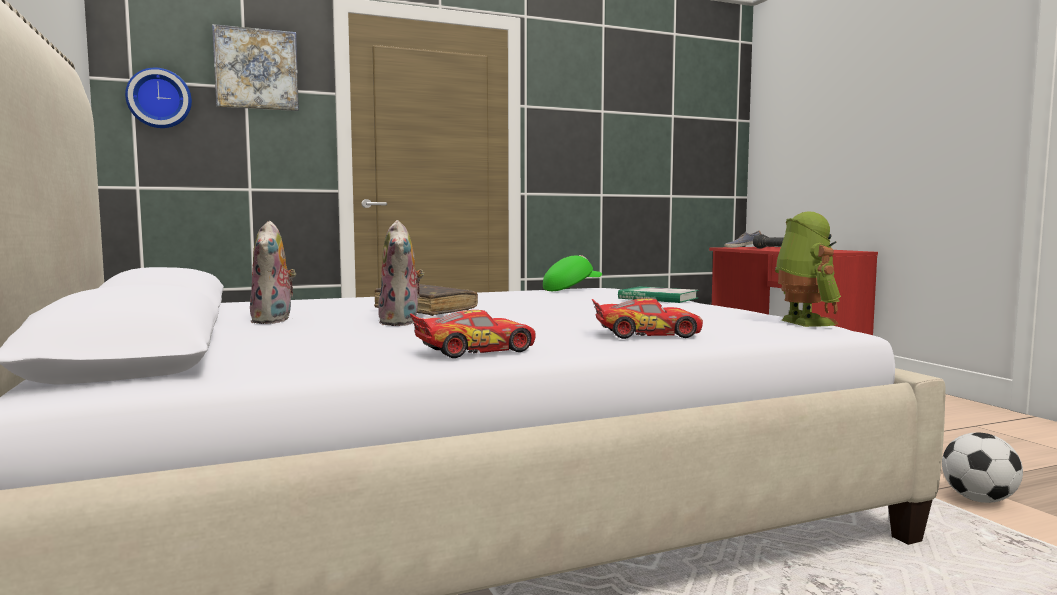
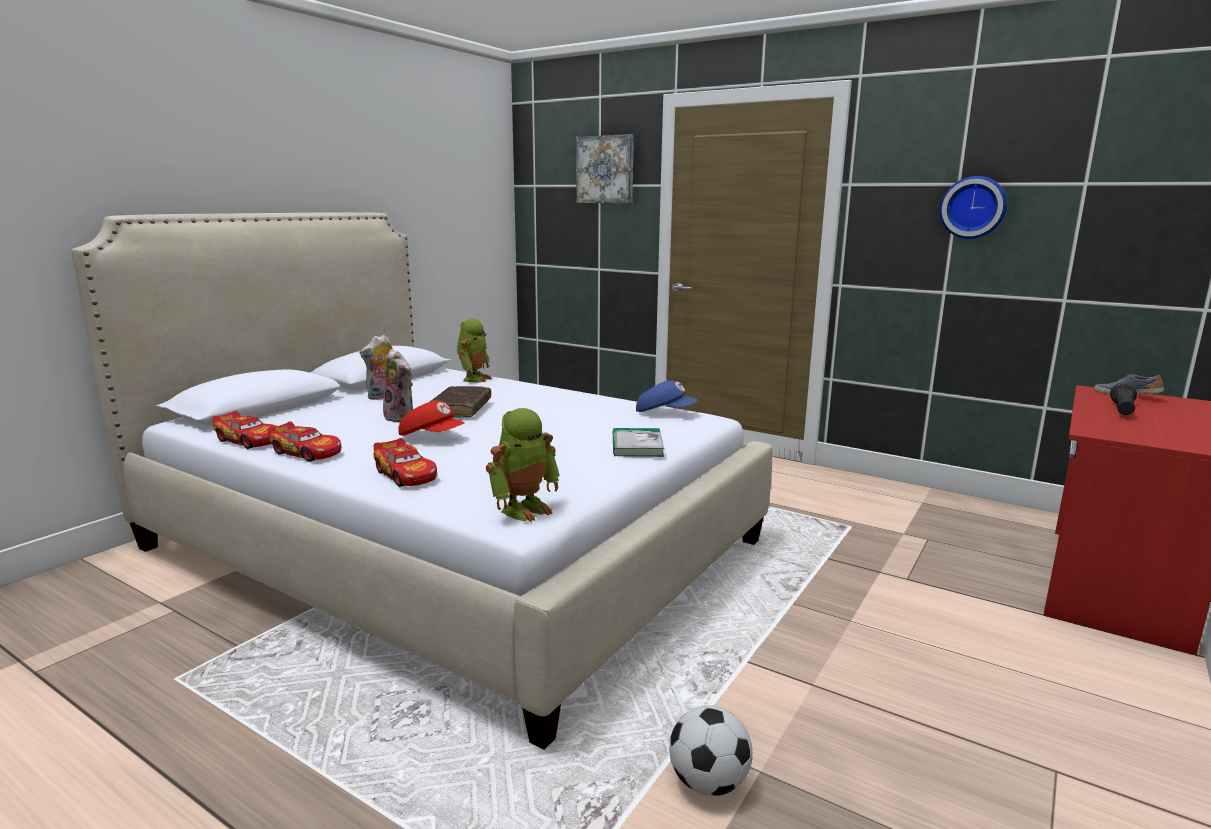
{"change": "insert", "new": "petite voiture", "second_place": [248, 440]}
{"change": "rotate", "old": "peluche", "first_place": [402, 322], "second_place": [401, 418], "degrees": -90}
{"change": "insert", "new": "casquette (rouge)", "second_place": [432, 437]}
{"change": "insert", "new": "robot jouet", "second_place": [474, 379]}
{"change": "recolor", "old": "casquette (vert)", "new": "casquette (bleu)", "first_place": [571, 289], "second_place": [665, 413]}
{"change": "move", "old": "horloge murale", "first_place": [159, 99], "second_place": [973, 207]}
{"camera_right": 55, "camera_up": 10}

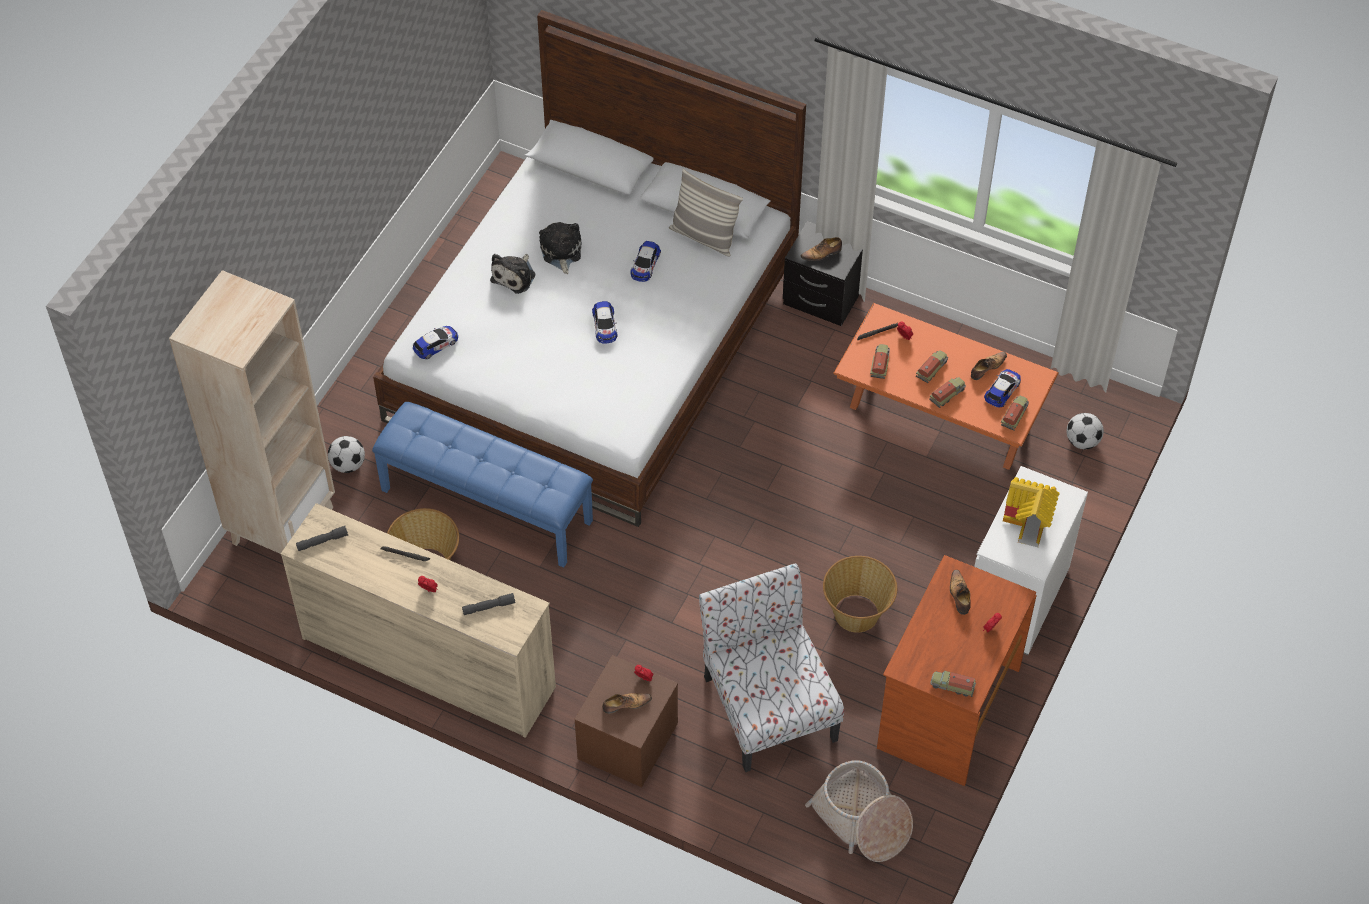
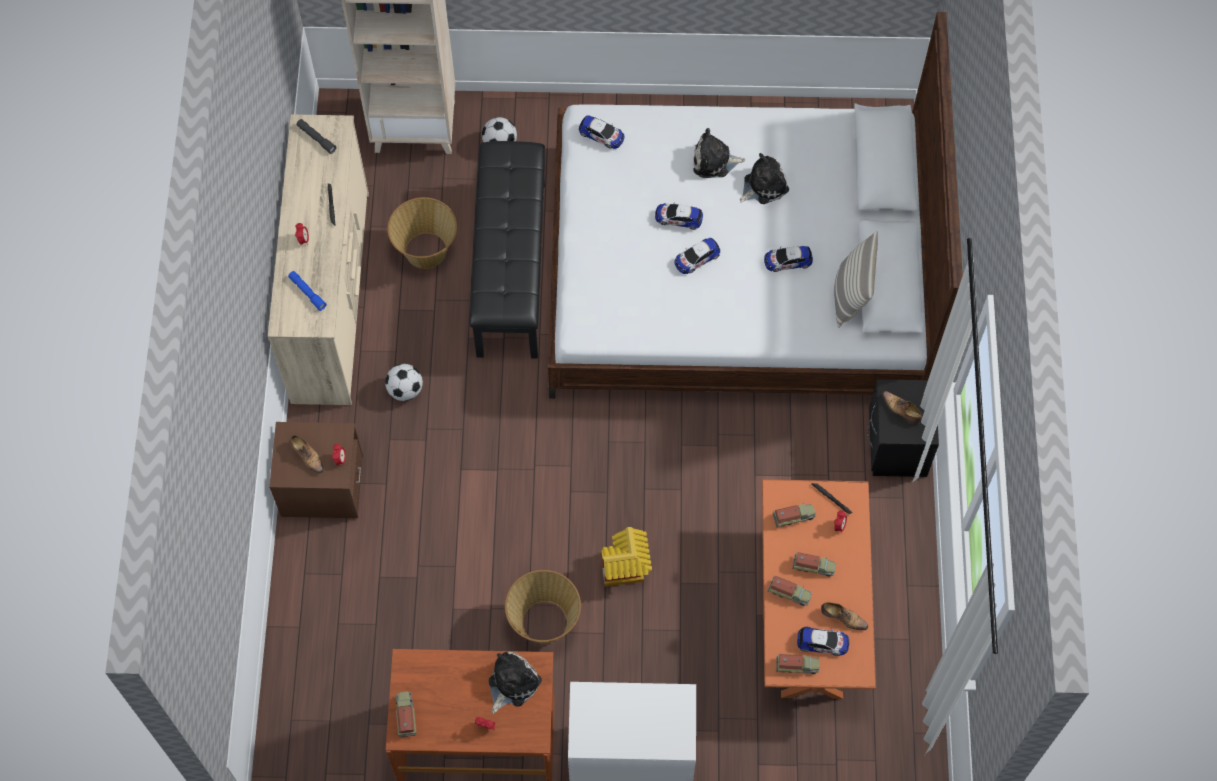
{"change": "recolor", "old": "lampe de poche (gris)", "new": "lampe de poche (bleu)", "first_place": [489, 607], "second_place": [307, 292]}
{"change": "move", "old": "ballon de foot", "first_place": [1082, 441], "second_place": [405, 390]}
{"change": "recolor", "old": "banc (bleu)", "new": "banc (noir)", "first_place": [487, 505], "second_place": [512, 268]}
{"change": "replace", "old": "chaussure", "new": "peluche", "first_place": [959, 595], "second_place": [512, 683]}
{"change": "move", "old": "maison miniature", "first_place": [1029, 524], "second_place": [626, 570]}
{"change": "insert", "new": "petite voiture", "second_place": [678, 218]}
{"change": "delete", "old": "chaise", "first_place": [768, 705]}
{"change": "delete", "old": "panier", "first_place": [862, 819]}
{"camera_right": 65, "camera_up": 10}

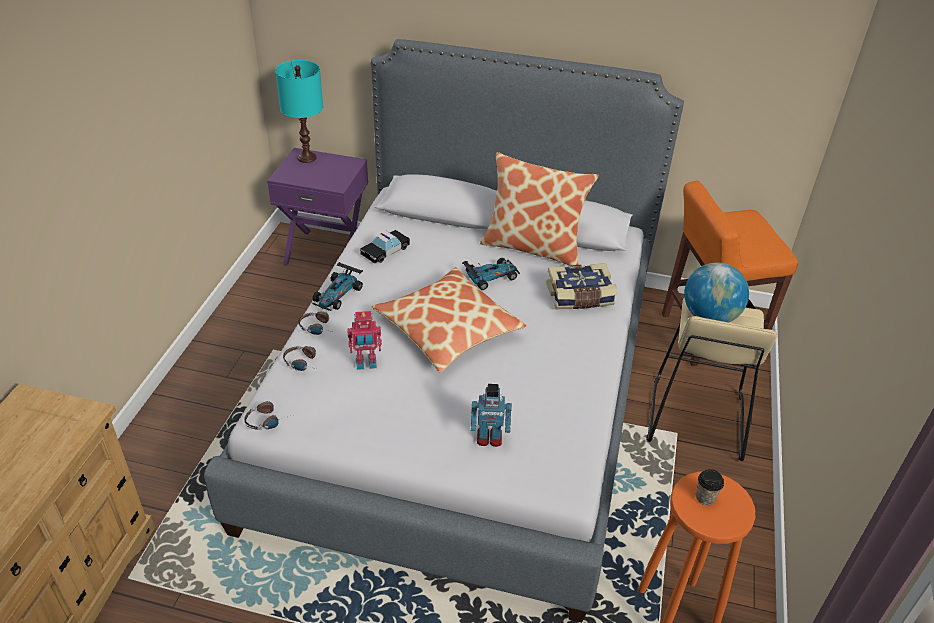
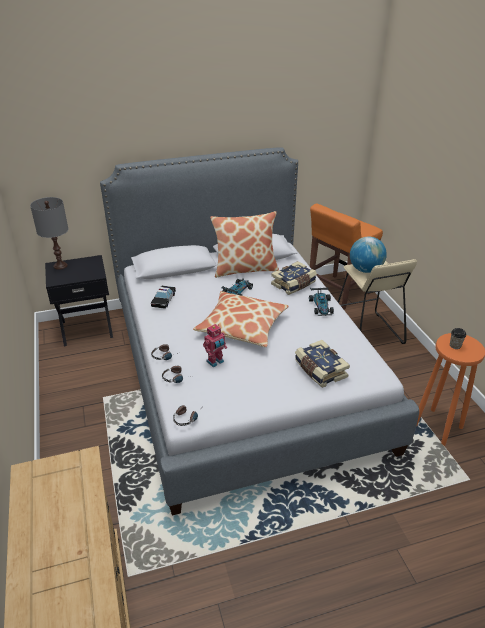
{"change": "recolor", "old": "lampe de table (turquoise)", "new": "lampe de table (gris)", "first_place": [306, 158], "second_place": [60, 266]}
{"change": "recolor", "old": "table de chevet (violet)", "new": "table de chevet (noir)", "first_place": [326, 252], "second_place": [87, 328]}
{"change": "replace", "old": "robot jouet", "new": "livre", "first_place": [489, 438], "second_place": [319, 370]}
{"change": "move", "old": "petite voiture", "first_place": [338, 294], "second_place": [321, 306]}
{"camera_right": -30, "camera_up": -5}

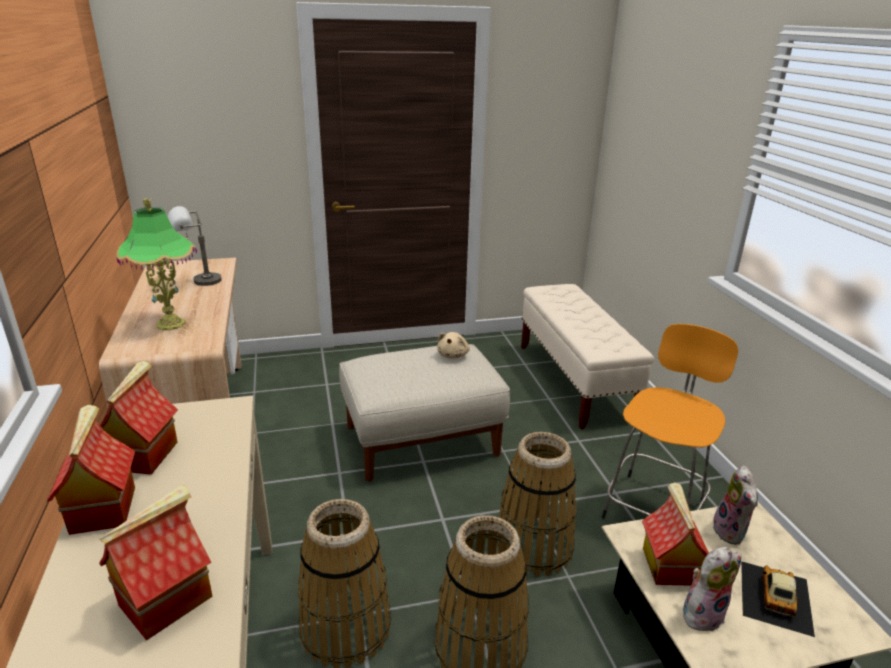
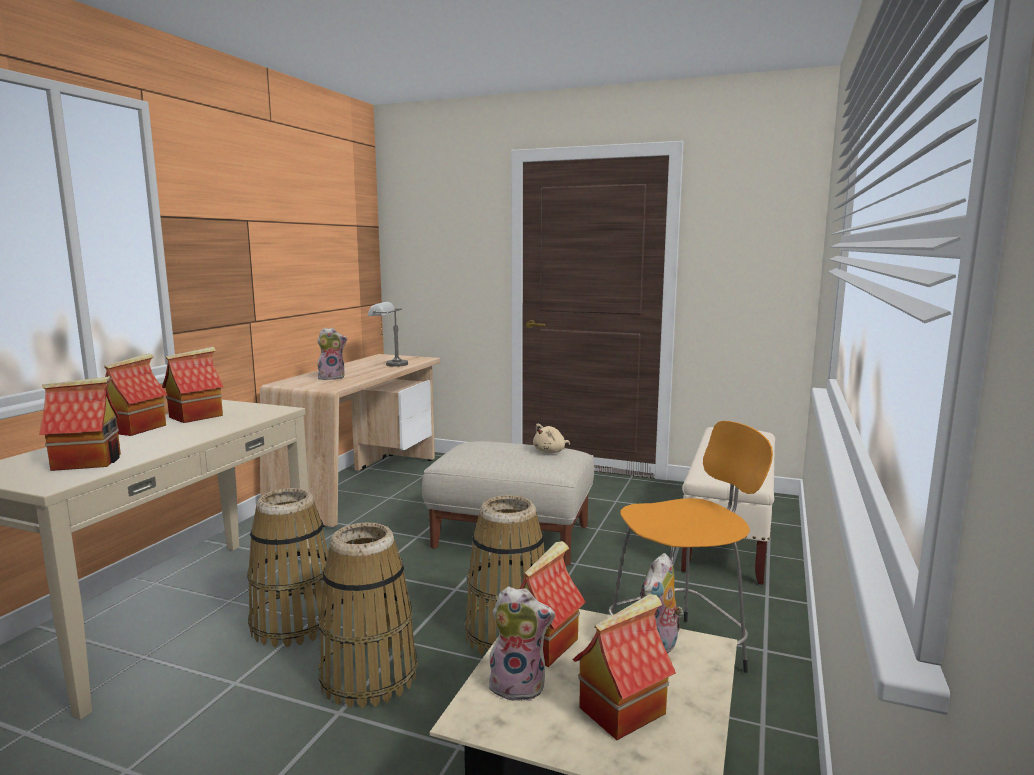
{"change": "replace", "old": "lampe de table", "new": "peluche", "first_place": [171, 324], "second_place": [332, 377]}
{"change": "replace", "old": "petite voiture", "new": "maison miniature", "first_place": [775, 597], "second_place": [622, 709]}
{"camera_right": 35, "camera_up": -15}

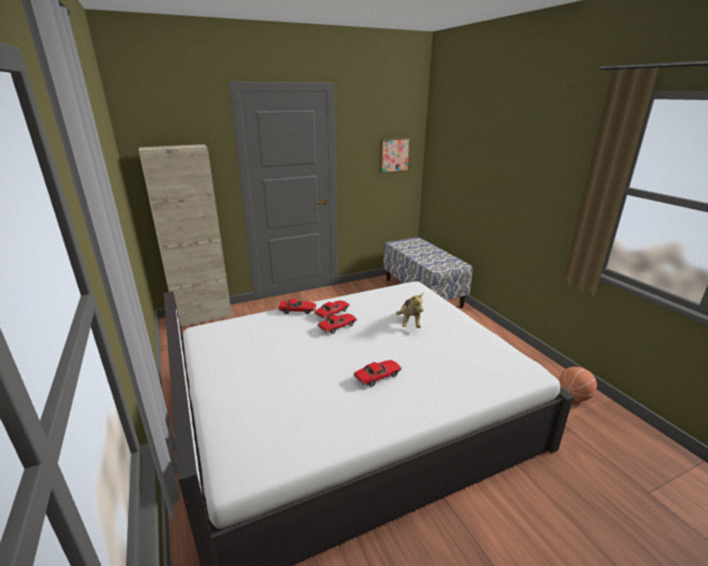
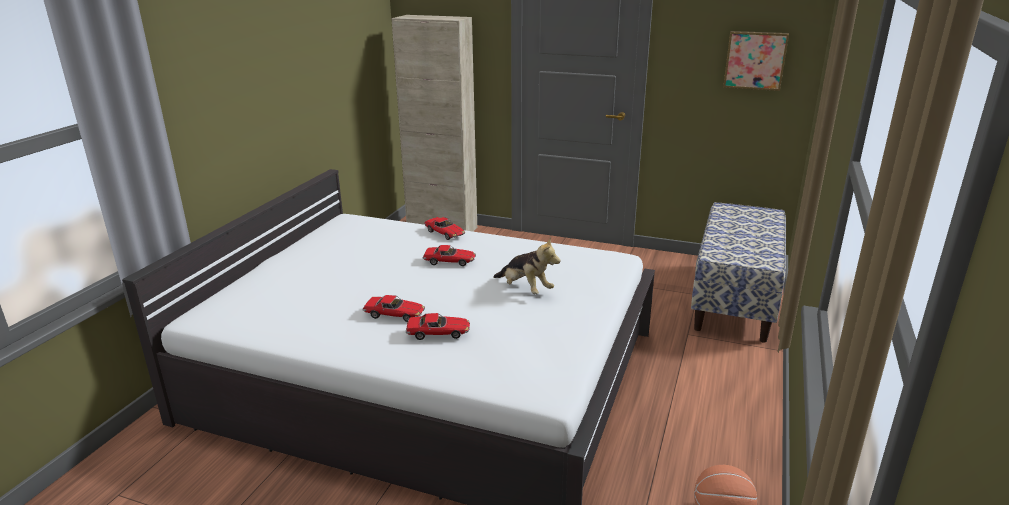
{"change": "move", "old": "petite voiture", "first_place": [332, 313], "second_place": [438, 333]}
{"change": "rotate", "old": "peluche", "first_place": [409, 323], "second_place": [525, 289], "degrees": -90}
{"camera_right": 45, "camera_up": 0}

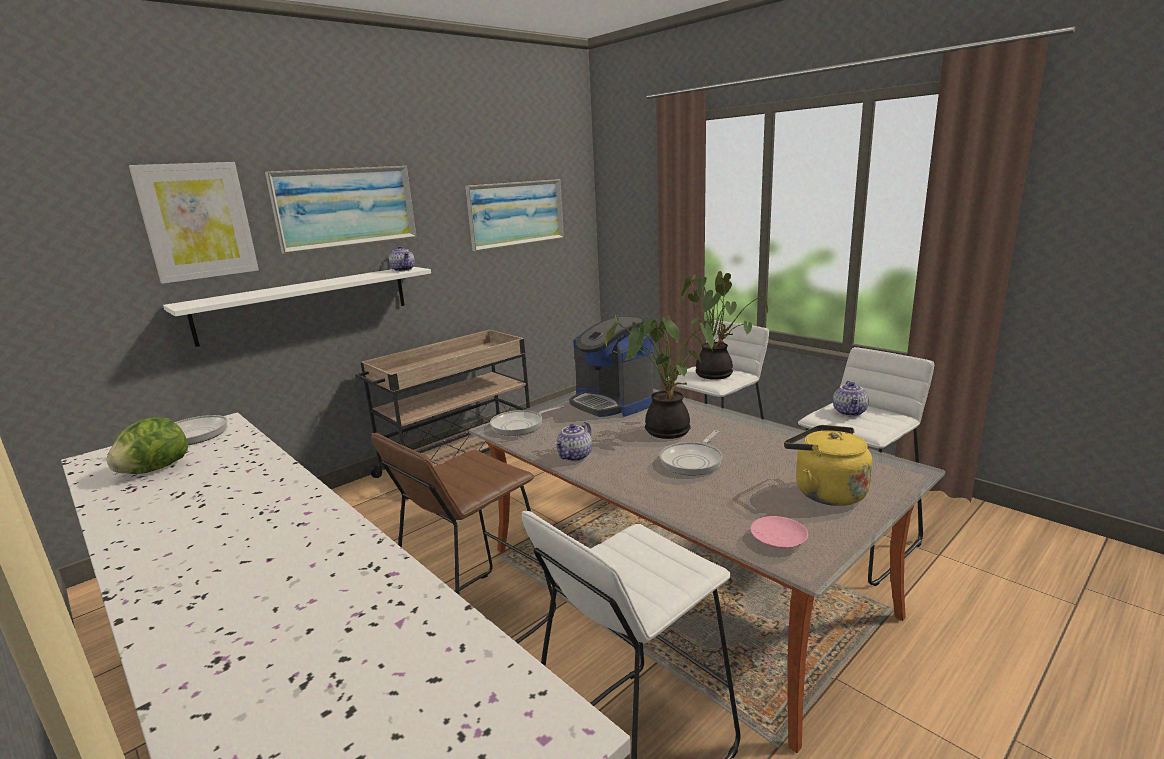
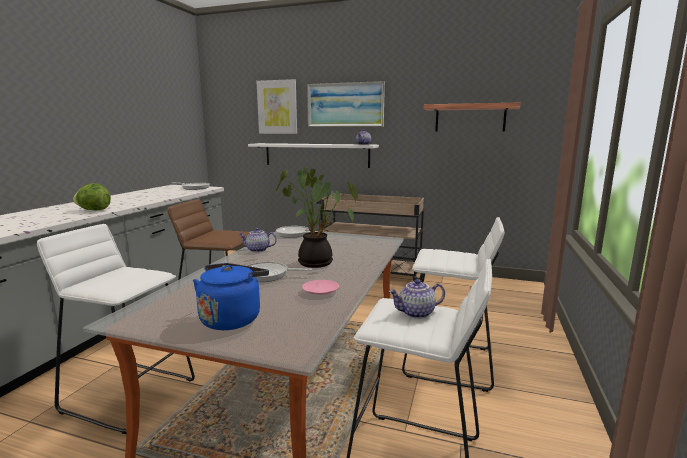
{"change": "move", "old": "laitue", "first_place": [154, 469], "second_place": [94, 210]}
{"change": "recolor", "old": "bouilloire (jaune)", "new": "bouilloire (bleu)", "first_place": [825, 492], "second_place": [232, 318]}
{"change": "move", "old": "assiette (rose)", "first_place": [778, 539], "second_place": [320, 291]}
{"change": "replace", "old": "tableau", "new": "étagère", "first_place": [516, 213], "second_place": [470, 118]}
{"change": "delete", "old": "machine à café", "first_place": [612, 402]}
{"change": "delete", "old": "plante en pot", "first_place": [717, 374]}
{"camera_right": 60, "camera_up": -5}

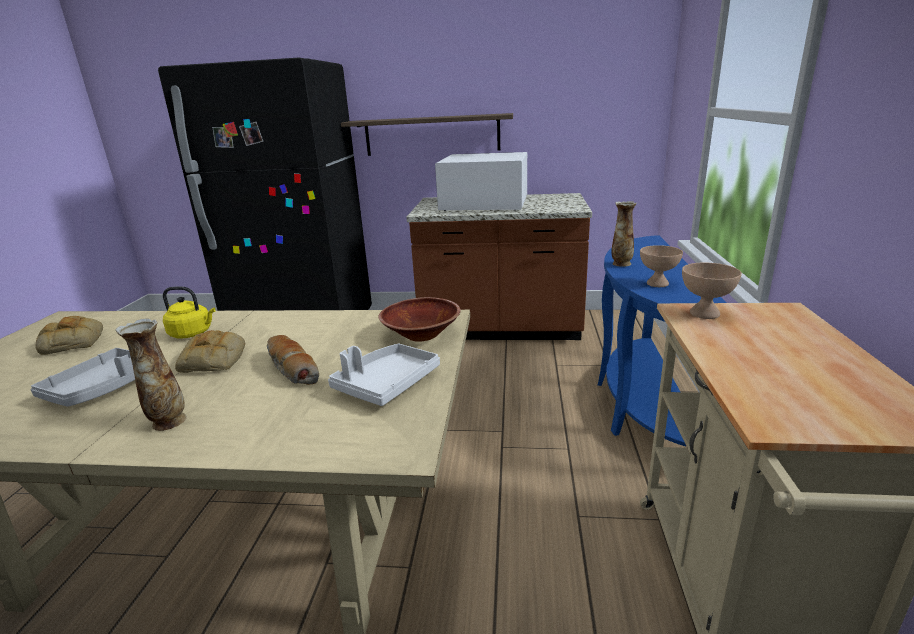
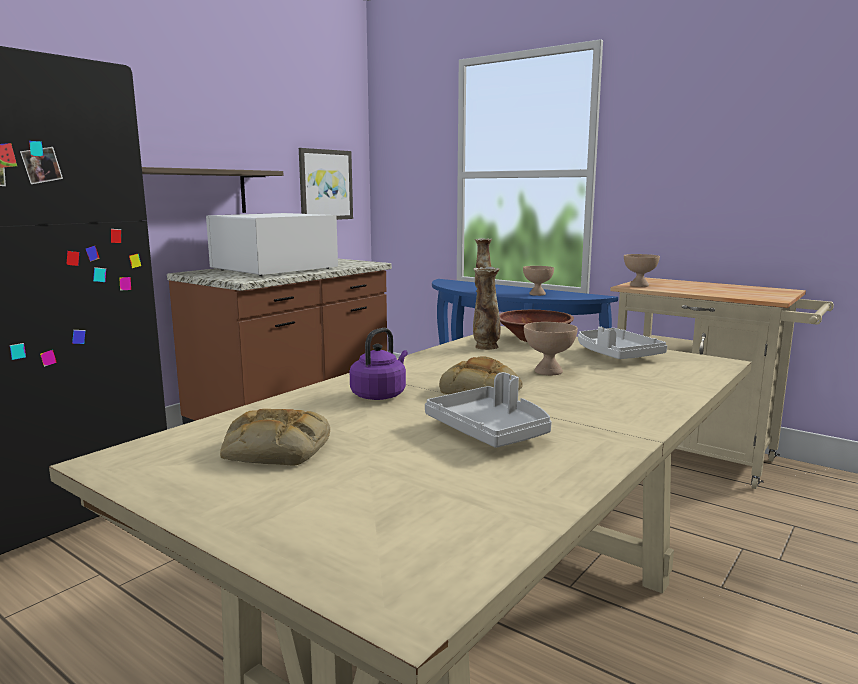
{"change": "insert", "new": "tableau", "second_place": [325, 185]}
{"change": "recolor", "old": "bouilloire (jaune)", "new": "bouilloire (violet)", "first_place": [193, 333], "second_place": [380, 395]}
{"change": "move", "old": "vase", "first_place": [168, 421], "second_place": [486, 347]}
{"change": "replace", "old": "pain", "new": "bol (beige)", "first_place": [291, 368], "second_place": [548, 371]}
{"camera_right": -60, "camera_up": -10}

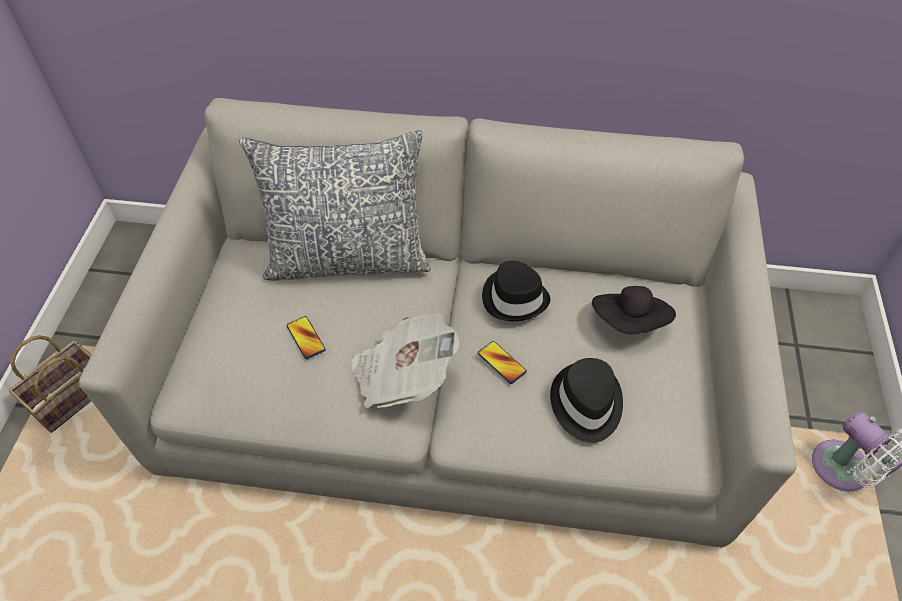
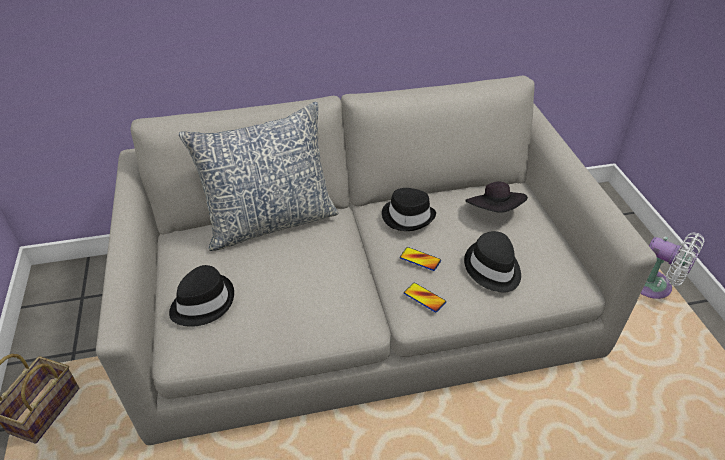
{"change": "insert", "new": "chapeau (noir)", "second_place": [202, 302]}
{"change": "move", "old": "téléphone", "first_place": [306, 338], "second_place": [424, 298]}
{"change": "delete", "old": "journal", "first_place": [403, 375]}
{"camera_right": -20, "camera_up": -10}

